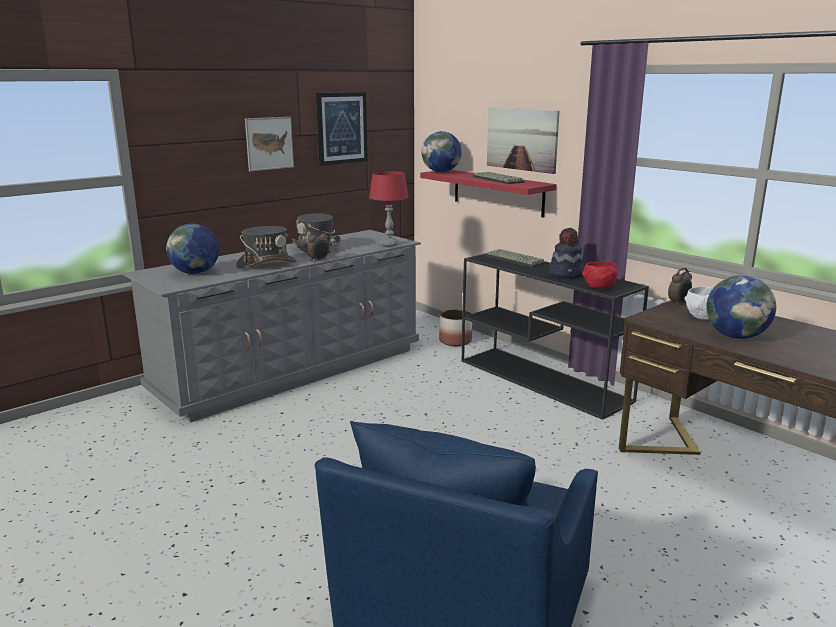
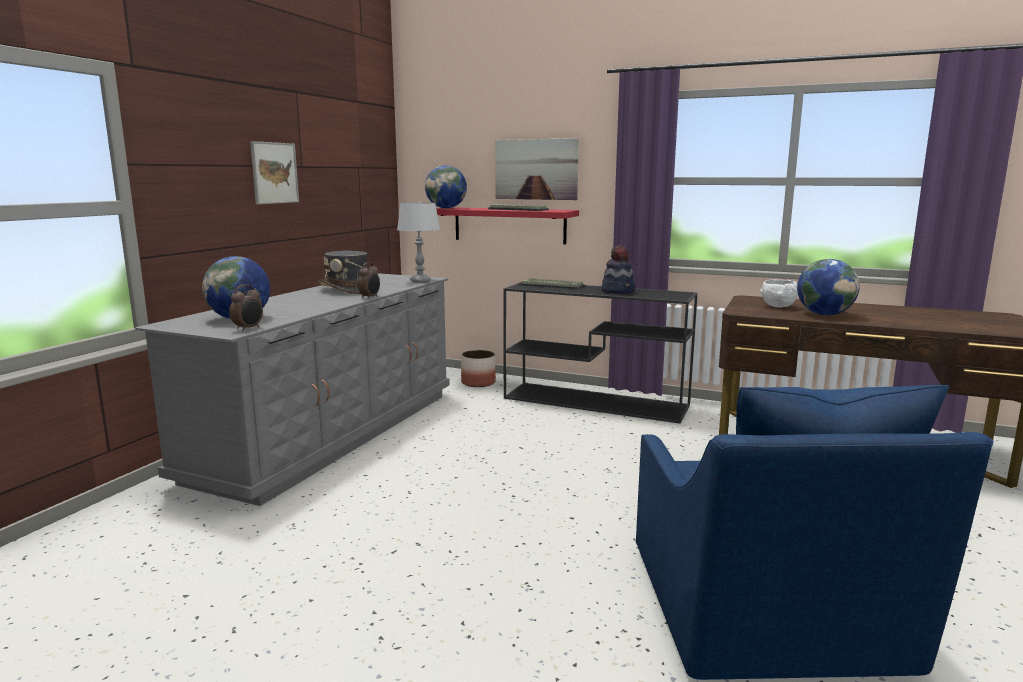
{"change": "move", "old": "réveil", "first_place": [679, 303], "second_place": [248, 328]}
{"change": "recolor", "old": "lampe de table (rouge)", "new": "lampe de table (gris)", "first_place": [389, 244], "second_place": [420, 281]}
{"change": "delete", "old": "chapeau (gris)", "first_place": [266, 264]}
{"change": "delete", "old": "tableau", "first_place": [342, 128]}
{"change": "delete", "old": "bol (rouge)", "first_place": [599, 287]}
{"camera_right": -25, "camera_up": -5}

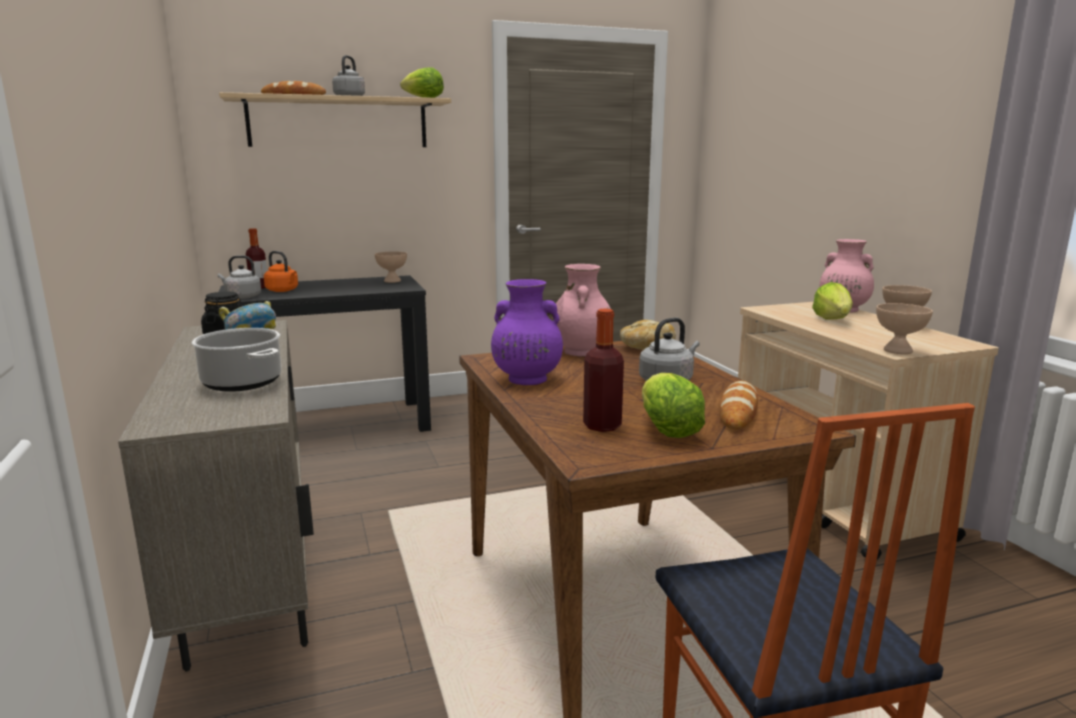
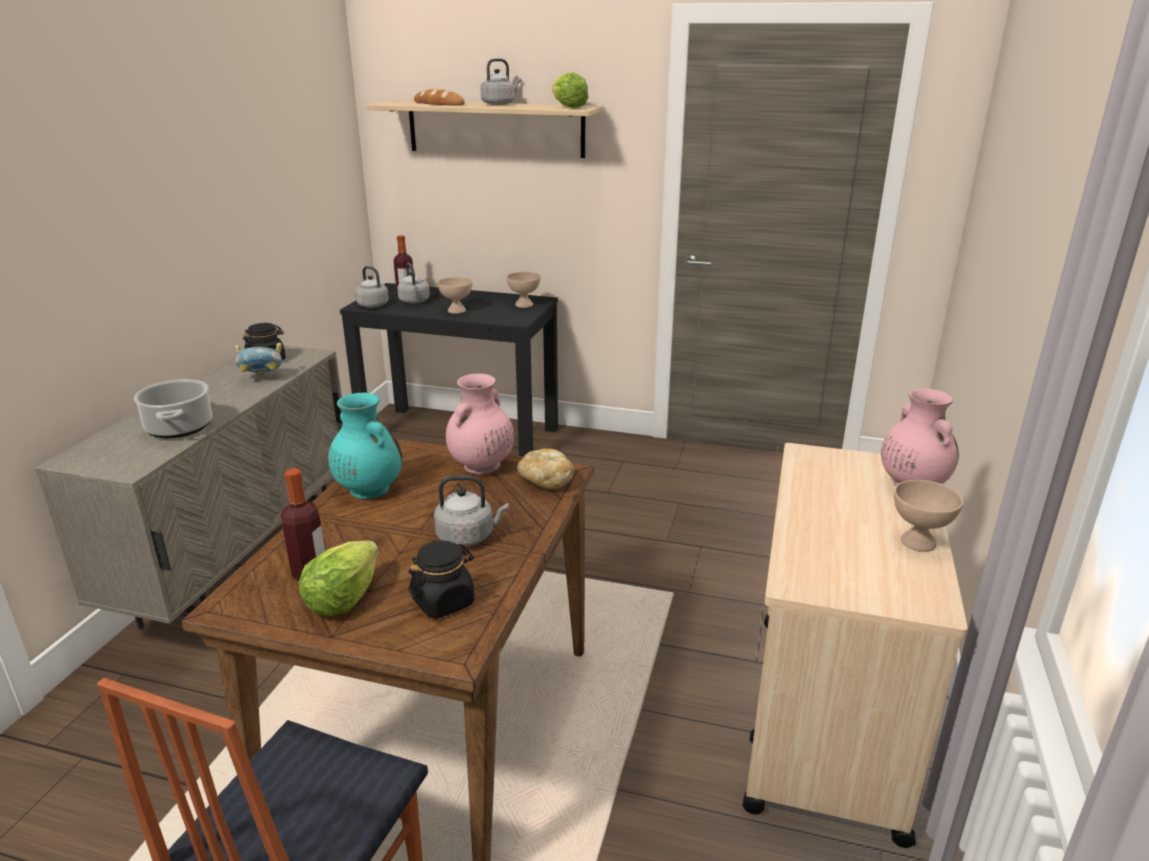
{"change": "recolor", "old": "vase (violet)", "new": "vase (turquoise)", "first_place": [526, 379], "second_place": [368, 489]}
{"change": "recolor", "old": "bouilloire (orange)", "new": "bouilloire (gris)", "first_place": [283, 290], "second_place": [414, 302]}
{"change": "replace", "old": "pain", "new": "bocal (noir)", "first_place": [738, 411], "second_place": [443, 602]}
{"change": "move", "old": "bol (beige)", "first_place": [898, 350], "second_place": [457, 311]}
{"change": "delete", "old": "laitue", "first_place": [832, 320]}
{"camera_right": 35, "camera_up": 10}

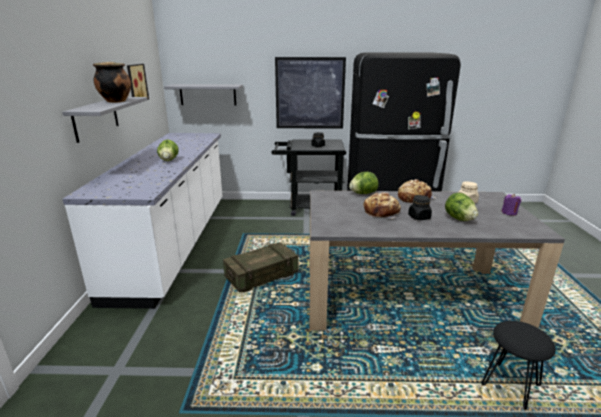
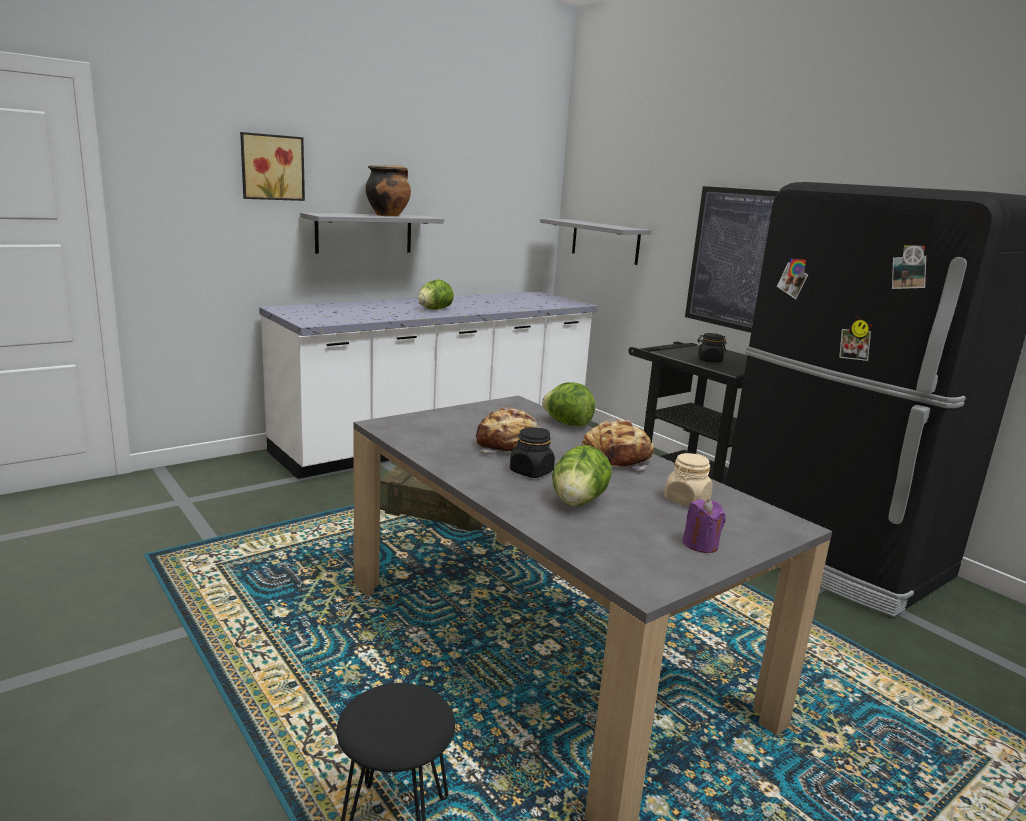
{"change": "move", "old": "tableau", "first_place": [136, 83], "second_place": [271, 167]}
{"camera_right": 50, "camera_up": -5}

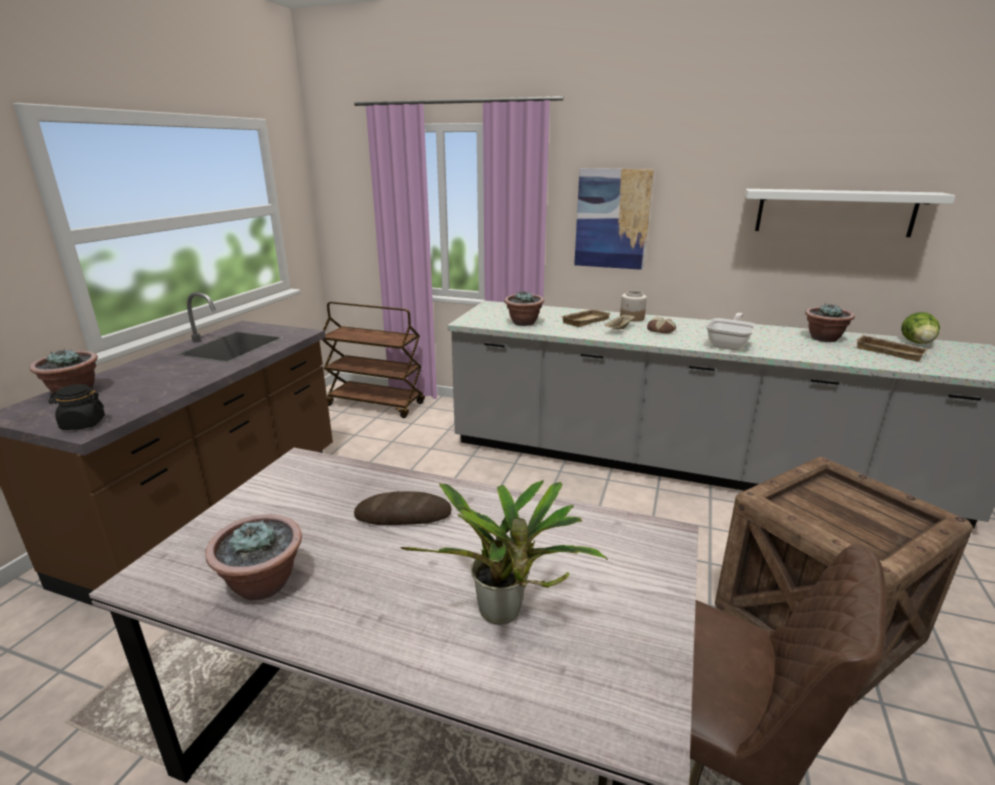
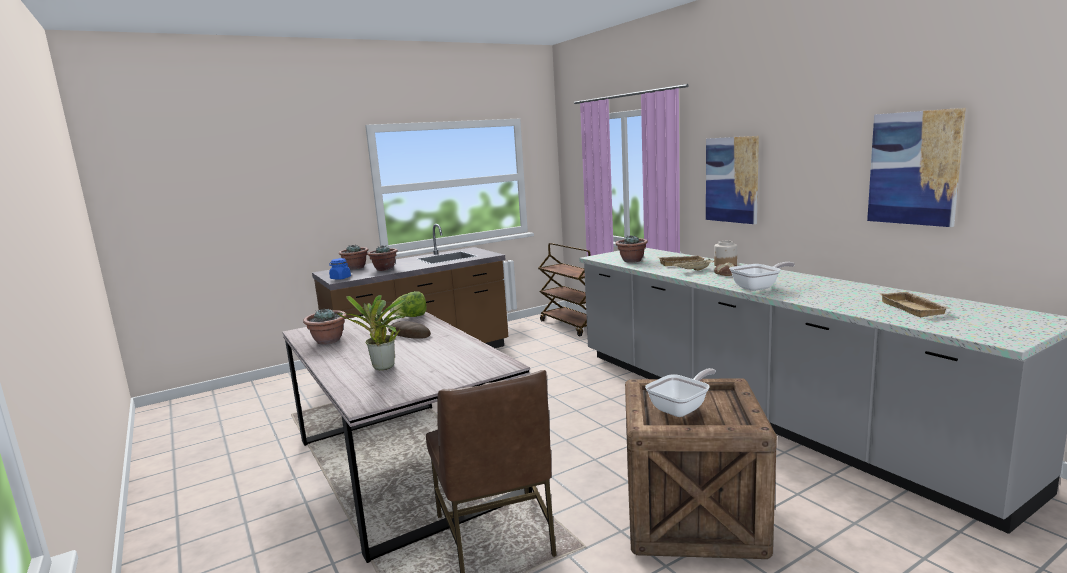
{"change": "recolor", "old": "bocal (noir)", "new": "bocal (bleu)", "first_place": [83, 424], "second_place": [340, 278]}
{"change": "move", "old": "plante en pot", "first_place": [823, 338], "second_place": [384, 269]}
{"change": "move", "old": "laitue", "first_place": [918, 343], "second_place": [410, 317]}
{"change": "insert", "new": "poêle", "second_place": [682, 408]}
{"change": "replace", "old": "étagère (blanc)", "new": "tableau", "first_place": [834, 212], "second_place": [914, 168]}
{"camera_right": 40, "camera_up": -10}

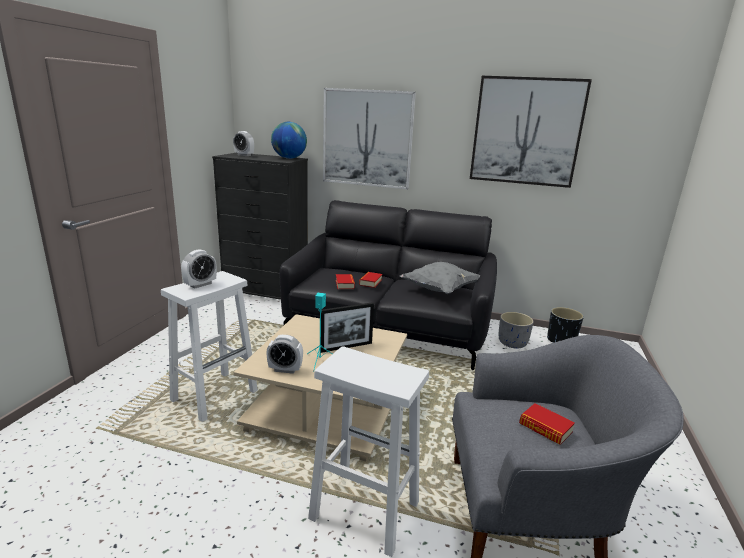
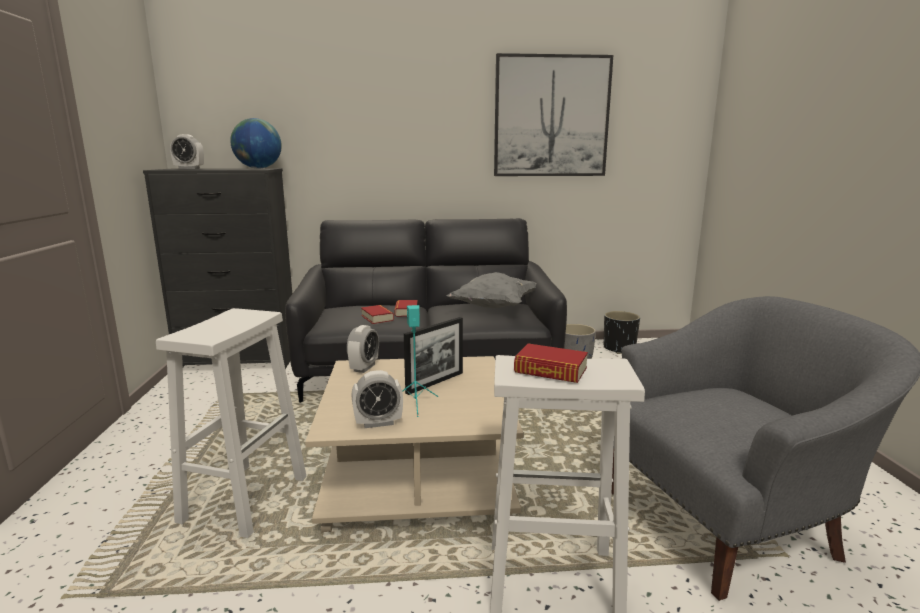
{"change": "move", "old": "réveil", "first_place": [200, 284], "second_place": [364, 368]}
{"change": "move", "old": "livre", "first_place": [545, 428], "second_place": [550, 370]}
{"change": "delete", "old": "tableau", "first_place": [367, 138]}
{"camera_right": -20, "camera_up": -5}

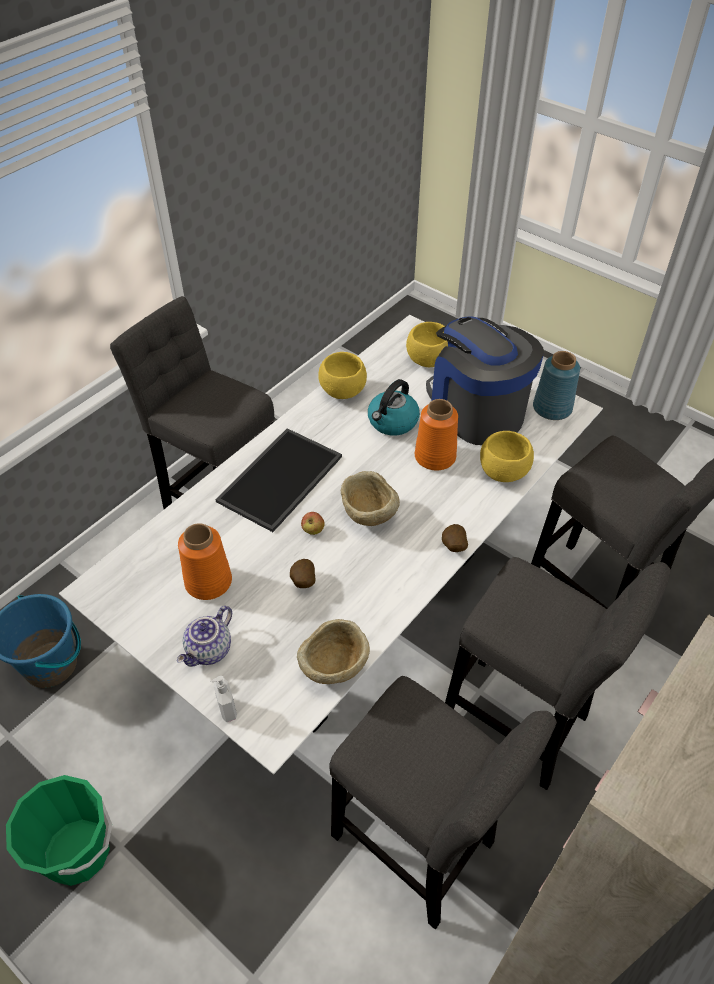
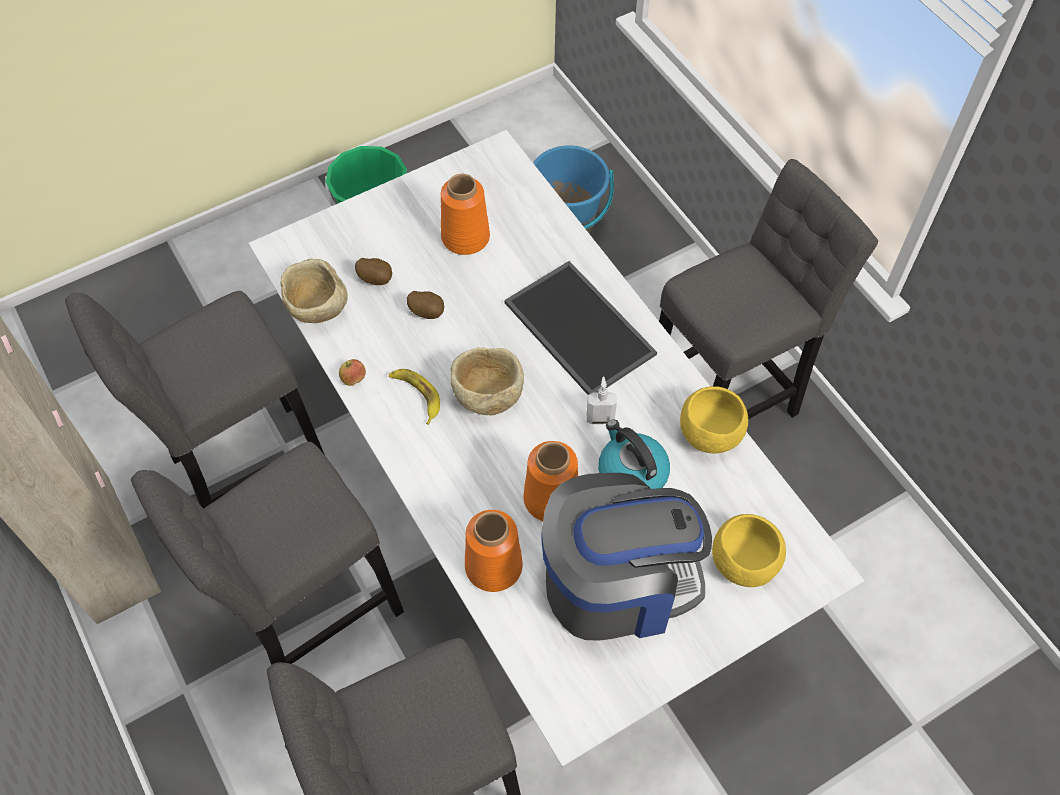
{"change": "move", "old": "pomme", "first_place": [313, 530], "second_place": [353, 379]}
{"change": "move", "old": "pomme de terre", "first_place": [453, 547], "second_place": [376, 279]}
{"change": "insert", "new": "banane", "second_place": [416, 395]}
{"change": "replace", "old": "bol (jaune)", "new": "vase (orange)", "first_place": [503, 472], "second_place": [493, 567]}
{"change": "move", "old": "distributeur de savon", "first_place": [226, 710], "second_place": [600, 418]}
{"change": "delete", "old": "théière", "first_place": [209, 651]}
{"change": "delete", "old": "vase (bleu)", "first_place": [552, 408]}
{"camera_right": 110, "camera_up": 10}

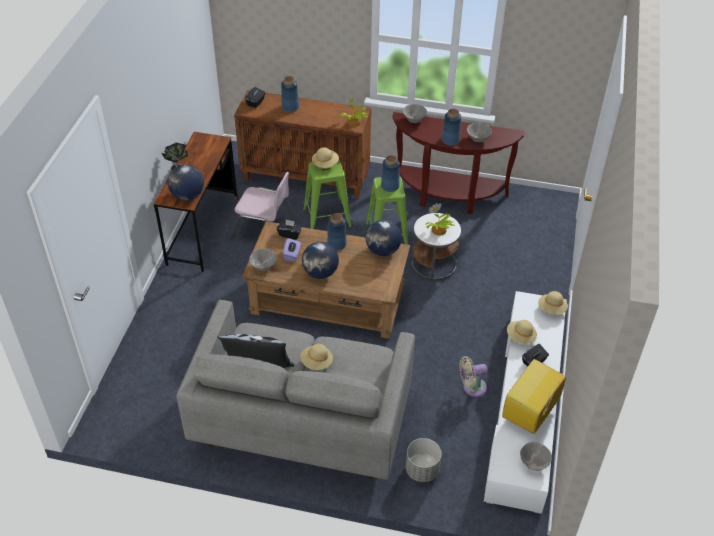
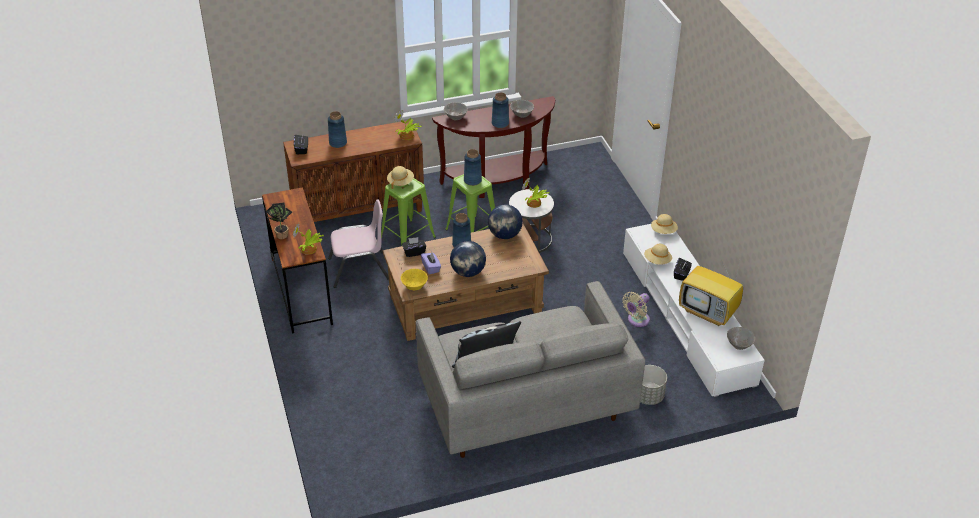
{"change": "replace", "old": "globe", "new": "plante en pot", "first_place": [187, 196], "second_place": [309, 250]}
{"change": "recolor", "old": "bol (gris)", "new": "bol (jaune)", "first_place": [263, 266], "second_place": [414, 286]}
{"change": "rotate", "old": "téléviseur", "first_place": [530, 414], "second_place": [709, 312], "degrees": -60}
{"change": "delete", "old": "chapeau (beige)", "first_place": [316, 362]}
{"camera_right": -30, "camera_up": -5}

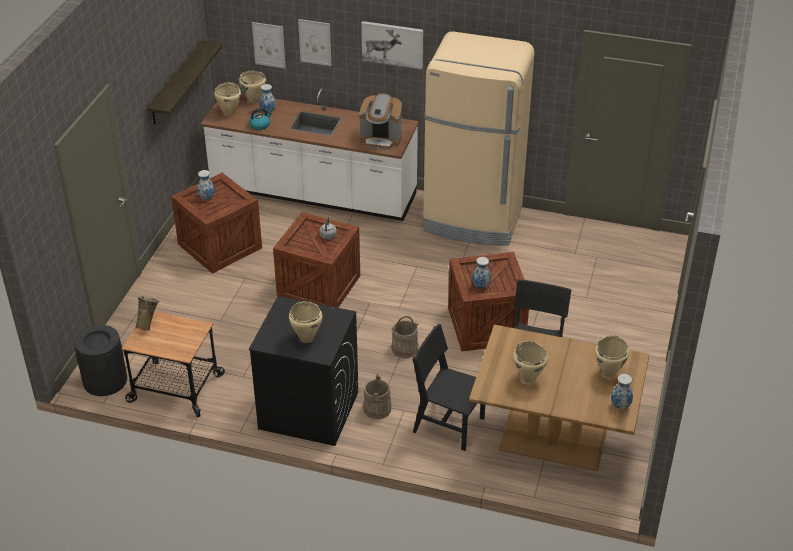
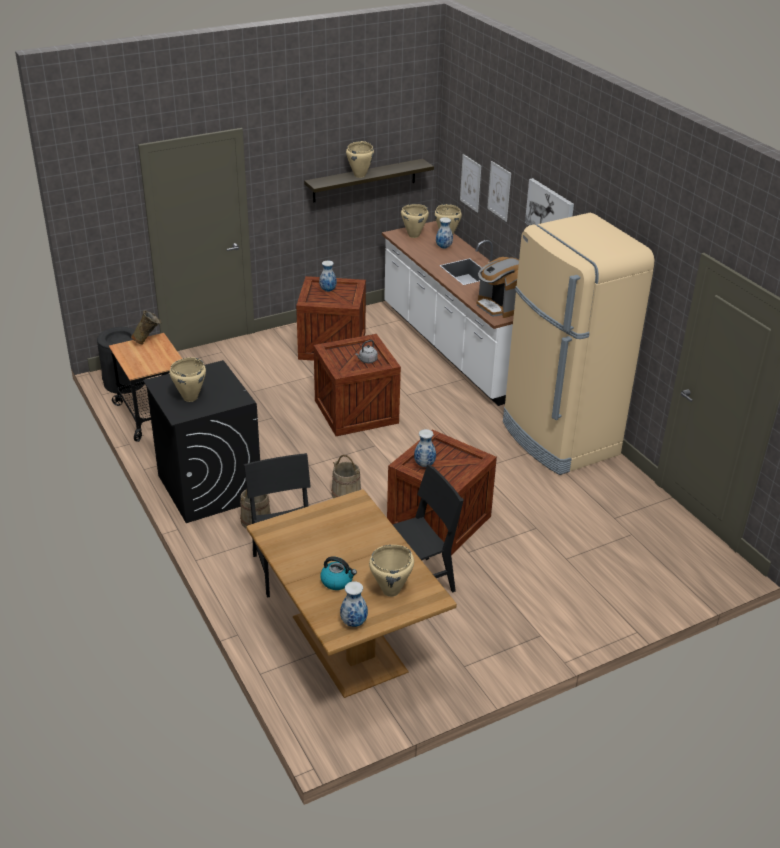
{"change": "move", "old": "bouilloire", "first_place": [260, 125], "second_place": [337, 581]}
{"change": "move", "old": "marmite (beige)", "first_place": [528, 378], "second_place": [360, 175]}
{"camera_right": 45, "camera_up": -5}

